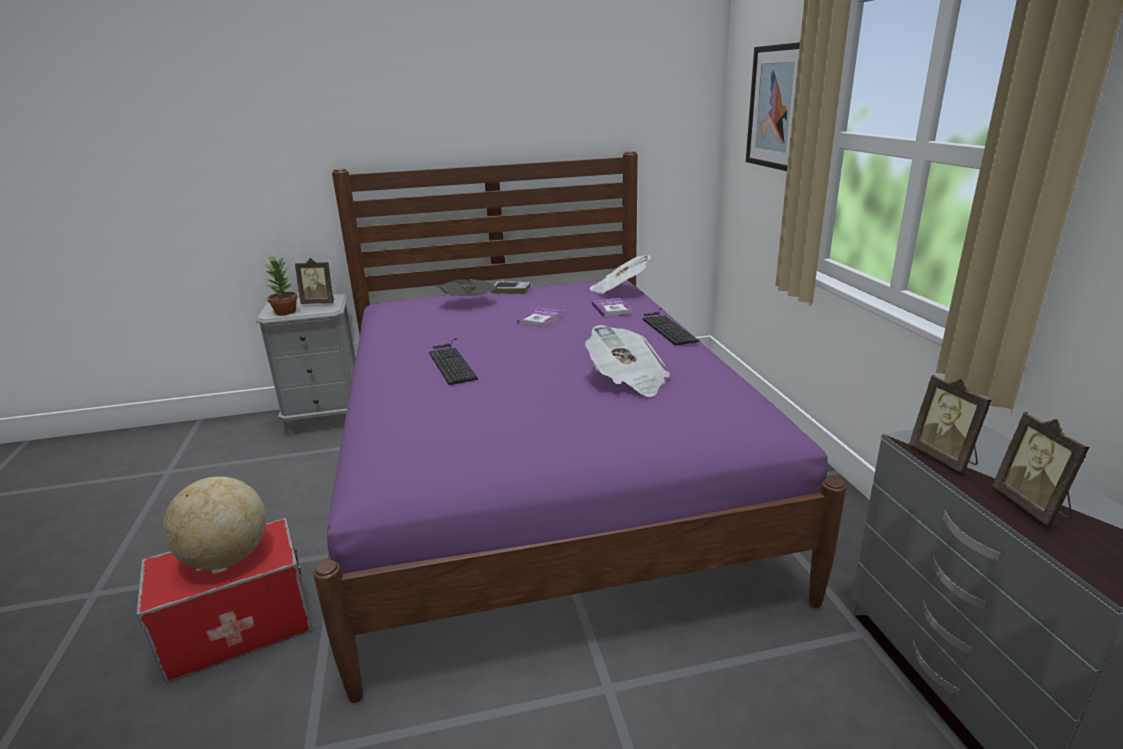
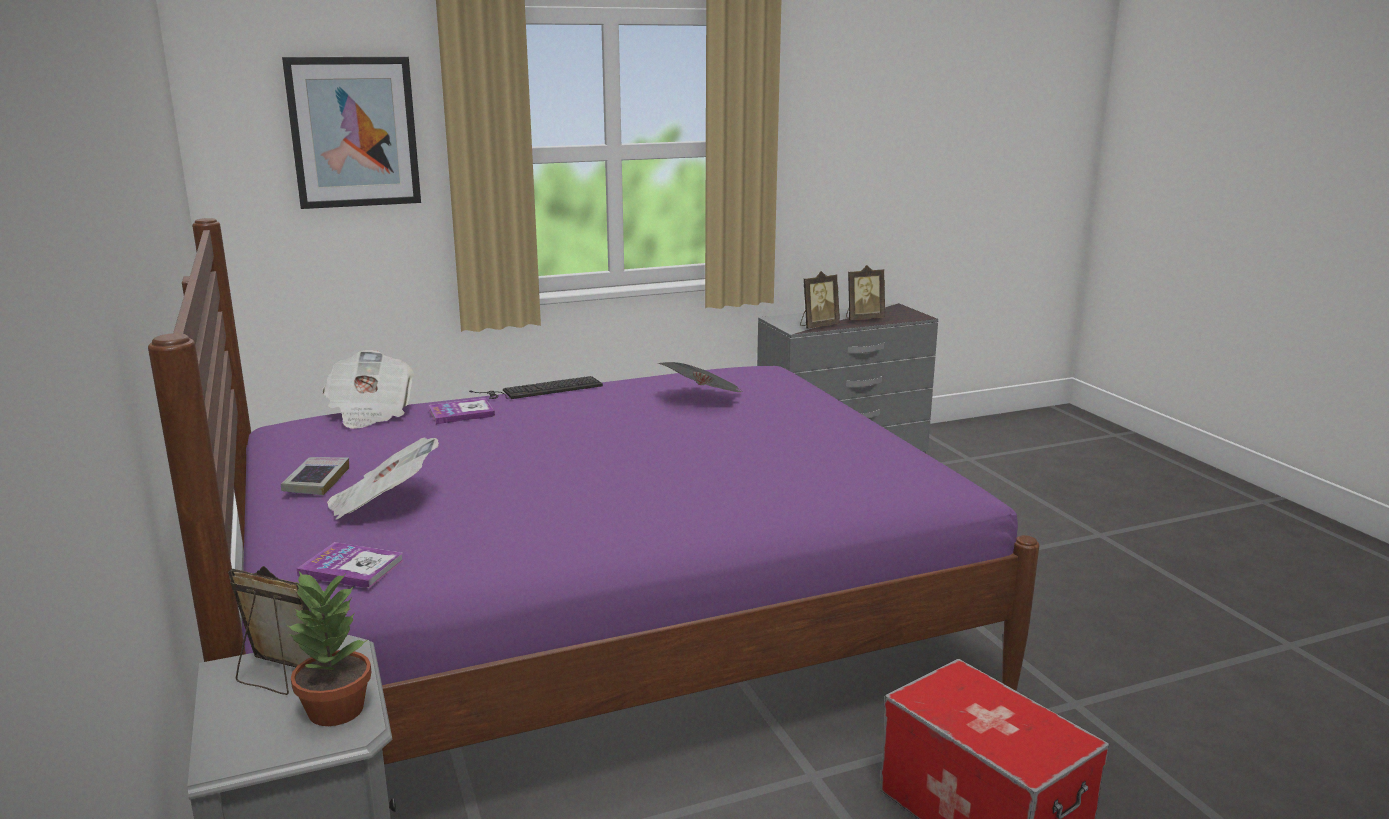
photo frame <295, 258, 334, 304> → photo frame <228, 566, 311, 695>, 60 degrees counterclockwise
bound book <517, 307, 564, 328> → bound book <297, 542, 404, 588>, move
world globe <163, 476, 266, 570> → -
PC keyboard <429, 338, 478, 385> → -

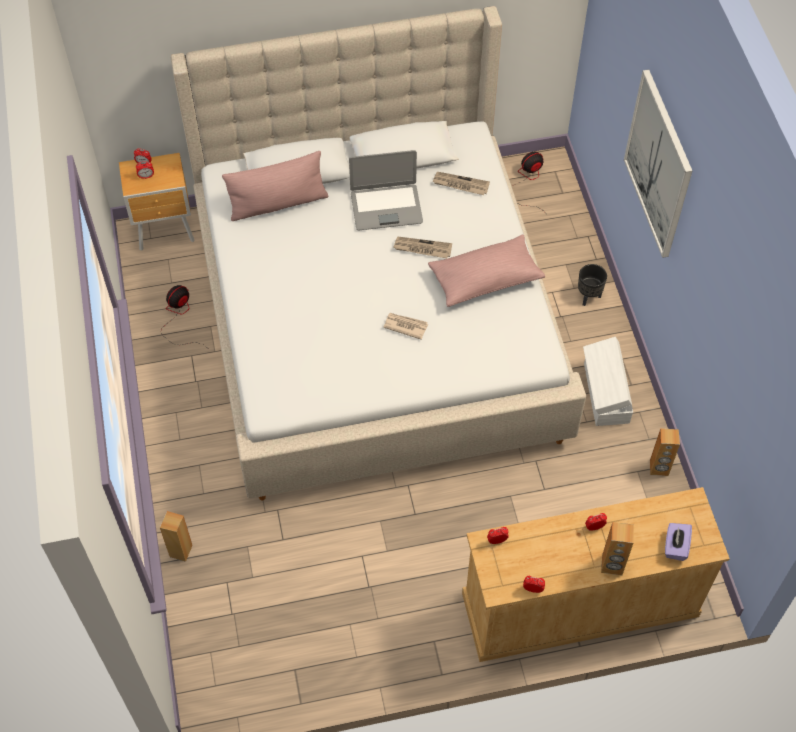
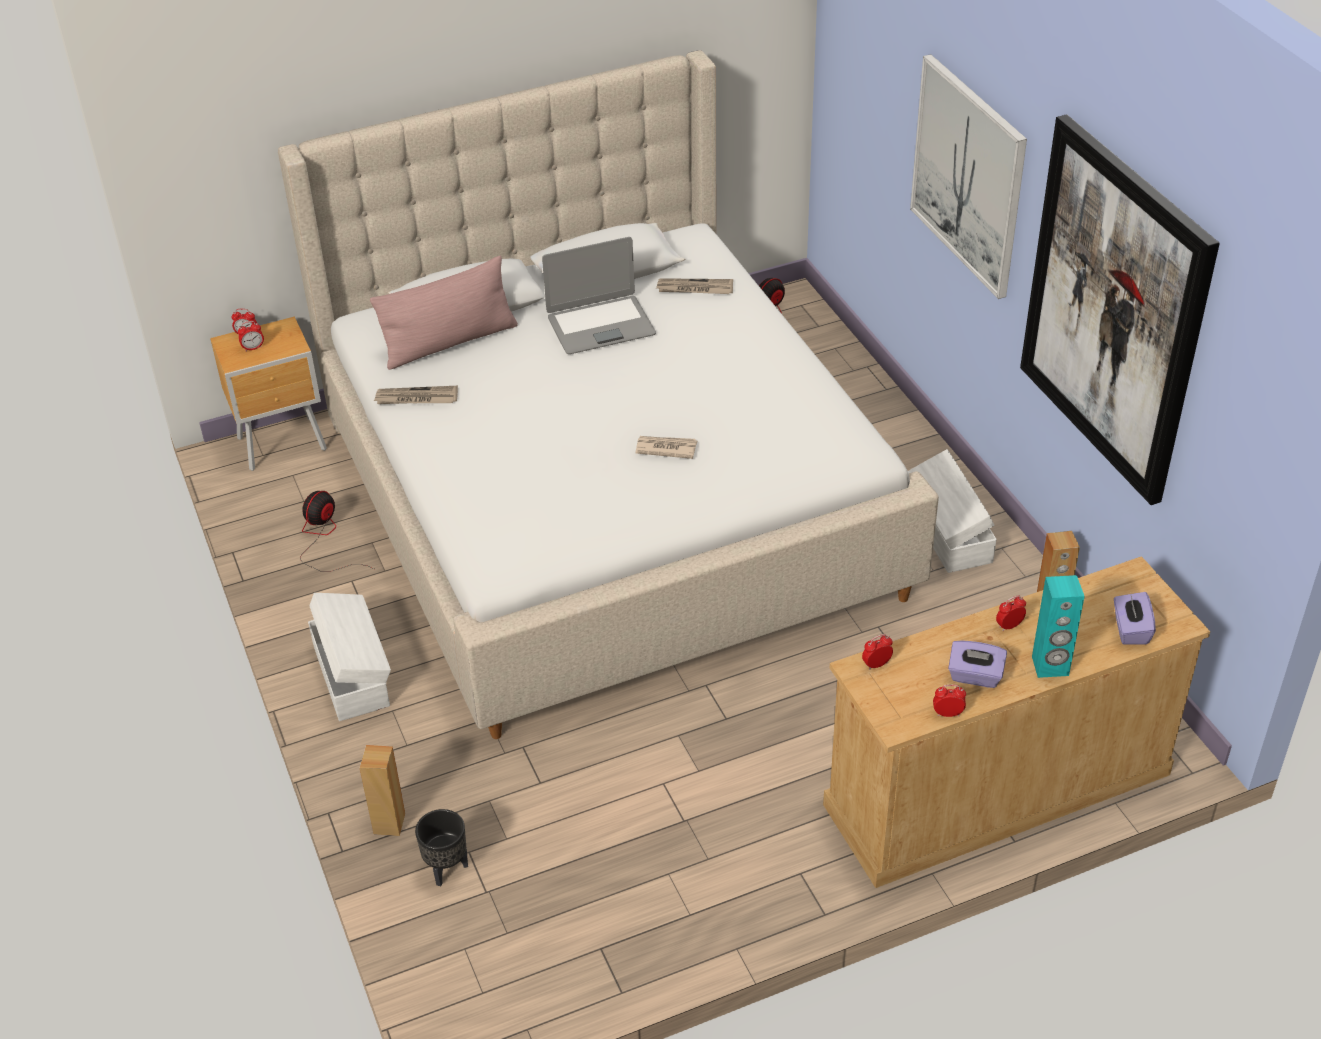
- → white storage bin <308, 593, 391, 721>
daily paper <393, 237, 452, 258> → daily paper <374, 386, 458, 404>, move
black flower pot <578, 264, 607, 306> → black flower pot <415, 809, 468, 886>, move
- → purplish box of tissues <948, 640, 1007, 688>
- → wall picture <1020, 114, 1220, 505>
brownish speaker <601, 522, 634, 575> → turquoise-coloured speaker <1032, 575, 1085, 678>
pink cushion <428, 235, 545, 307> → -

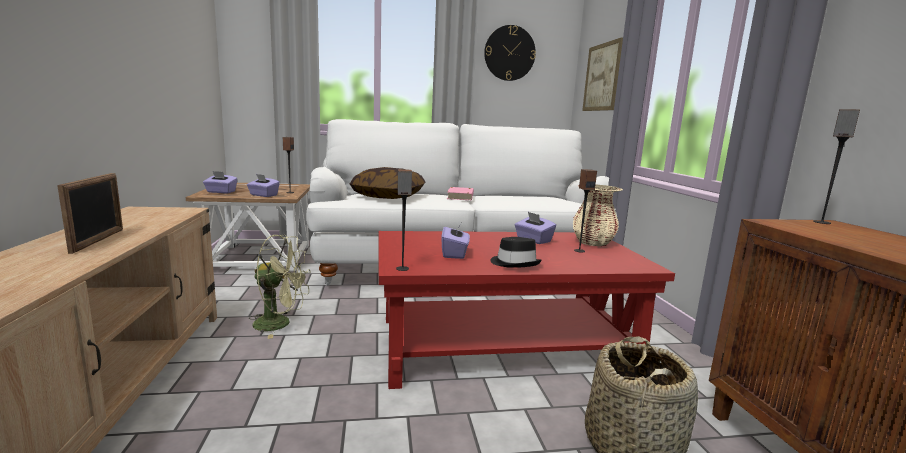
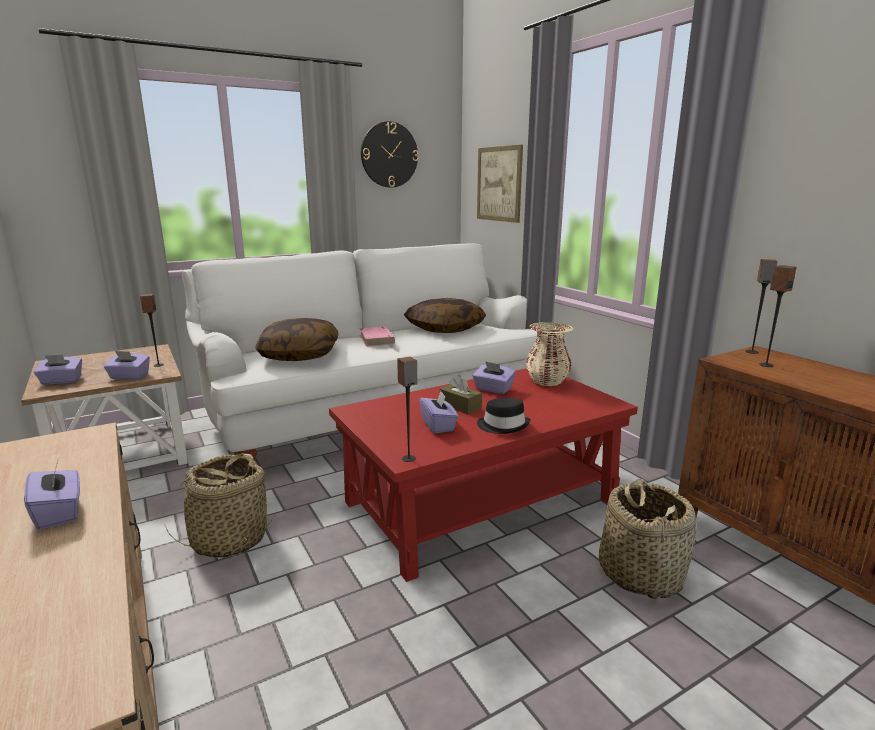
photo frame <57, 173, 123, 254> → purplish box of tissues <24, 461, 80, 530>
greenish fan <249, 235, 310, 339> → basket <163, 454, 277, 558>
- → cushion <404, 298, 486, 333>
- → brownish box of tissues <440, 375, 482, 414>
speaker <574, 169, 597, 253> → speaker <759, 265, 796, 367>, move

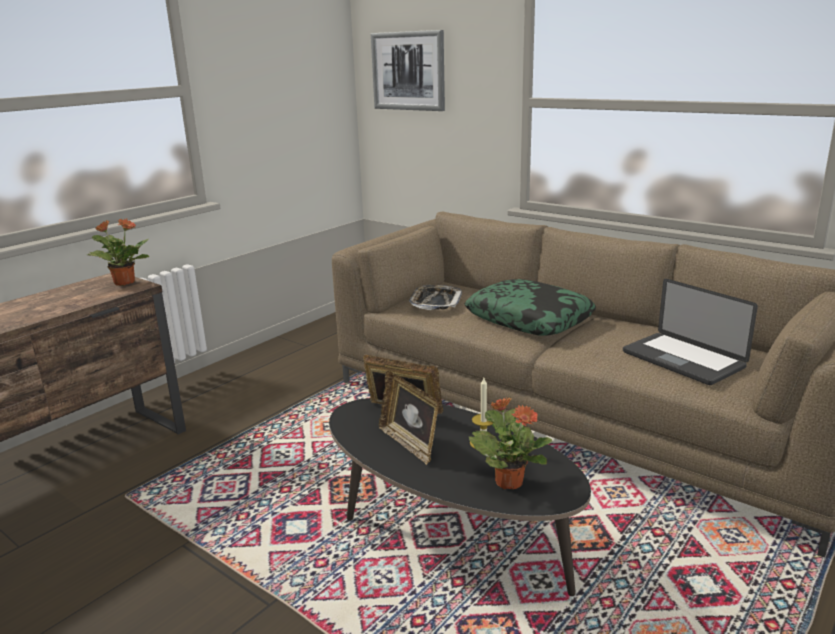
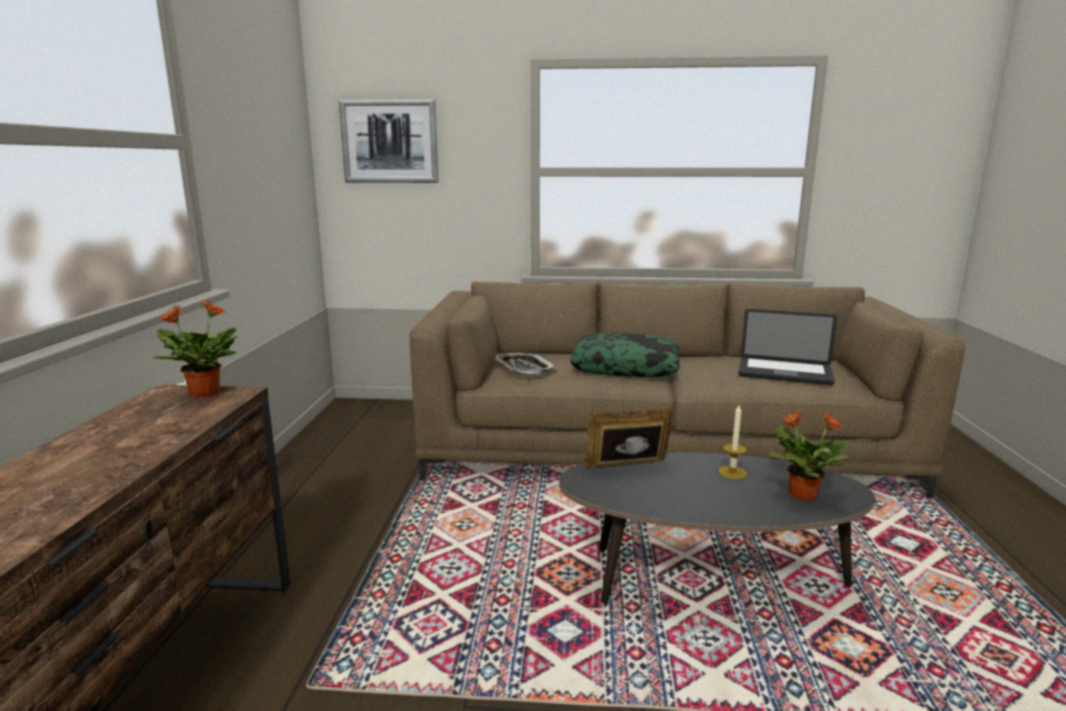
photo frame <379, 371, 439, 465> → -

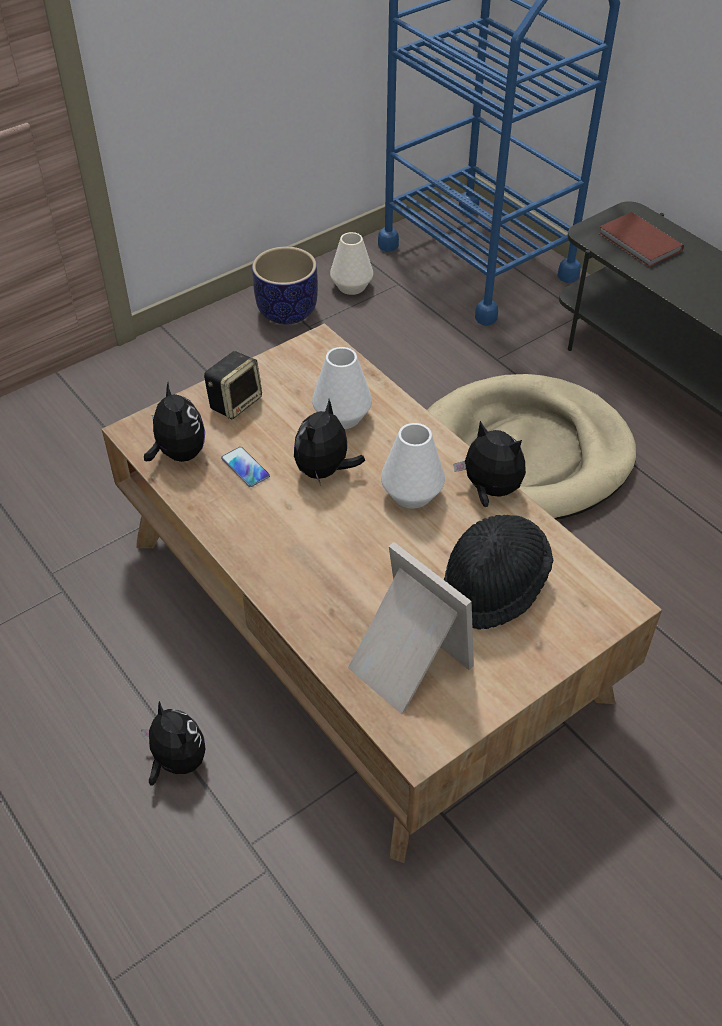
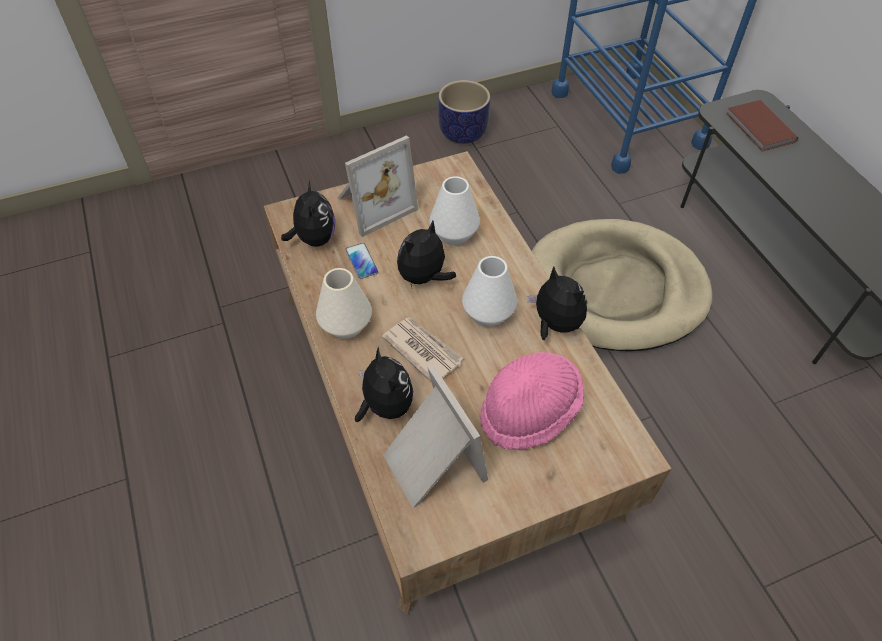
white vase <330, 232, 373, 295> → white vase <316, 268, 372, 339>, move
speaker <204, 351, 262, 419> → photo frame <338, 135, 418, 237>
cuddly toy <141, 701, 205, 786> → cuddly toy <355, 346, 413, 422>, move
- → daily paper <382, 317, 464, 383>
black hat <444, 515, 553, 630> → pink hat <480, 352, 584, 450>

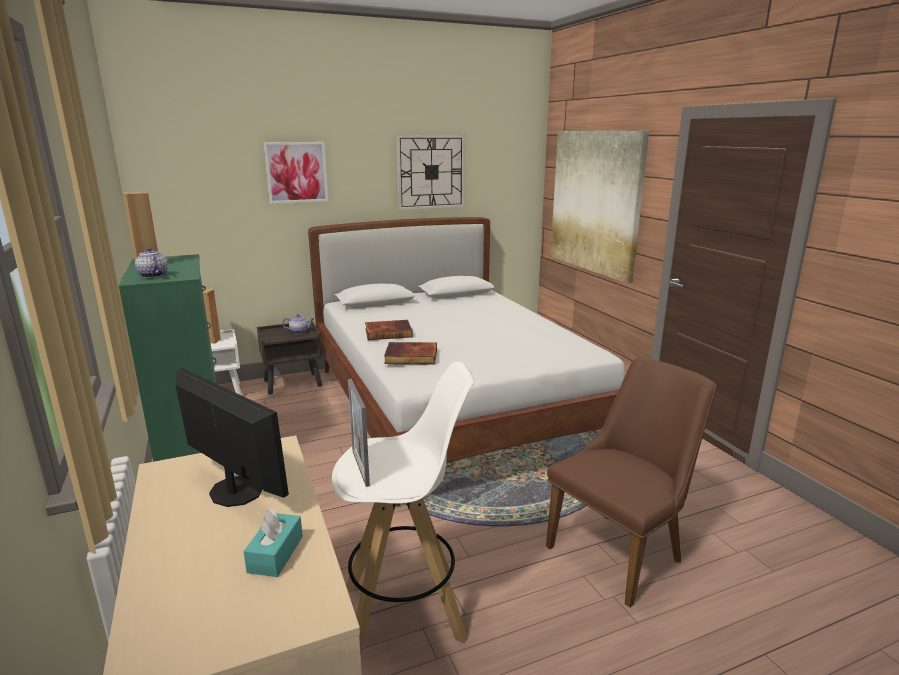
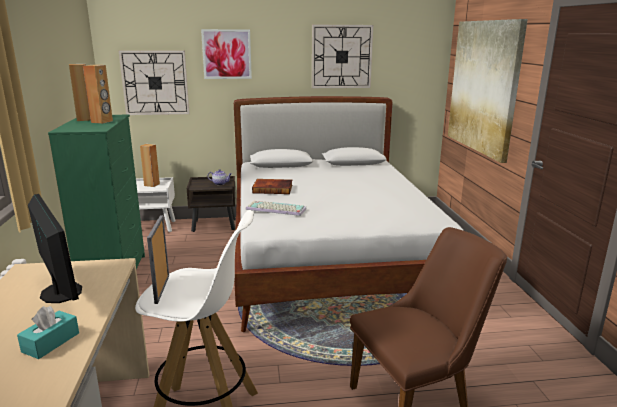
- → brownish speaker <83, 65, 113, 124>
- → hanging clock <118, 50, 190, 115>
bound book <384, 342, 437, 365> → PC keyboard <246, 200, 307, 216>
tea pot <135, 247, 168, 278> → -

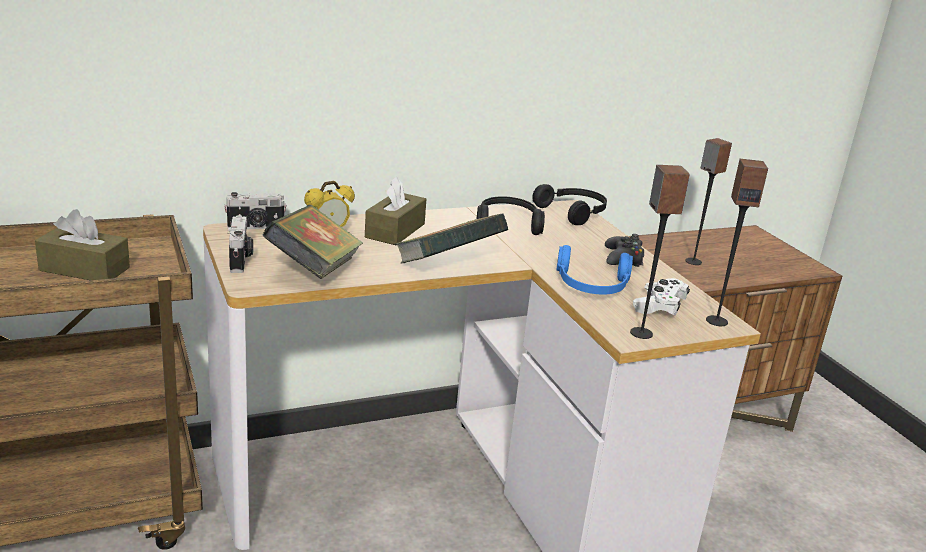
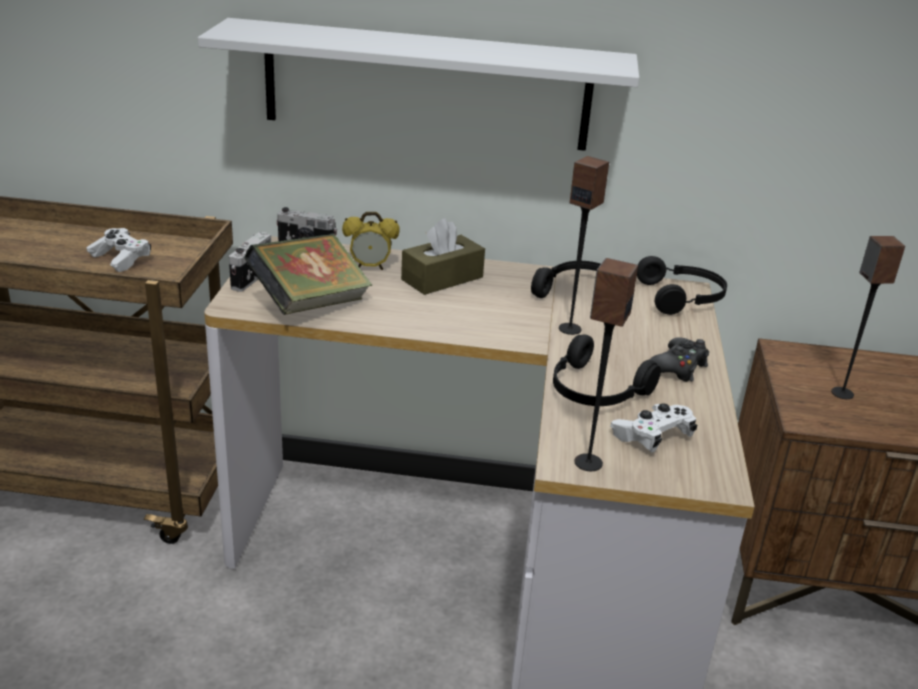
brownish box of tissues <35, 209, 130, 280> → white game controller <86, 228, 151, 272>
- → white shelf <198, 18, 639, 151>
blue pair of headphones <556, 245, 633, 295> → black pair of headphones <553, 334, 661, 406>
speaker <706, 159, 768, 326> → speaker <559, 156, 609, 335>, move
bound book <395, 214, 509, 264> → -

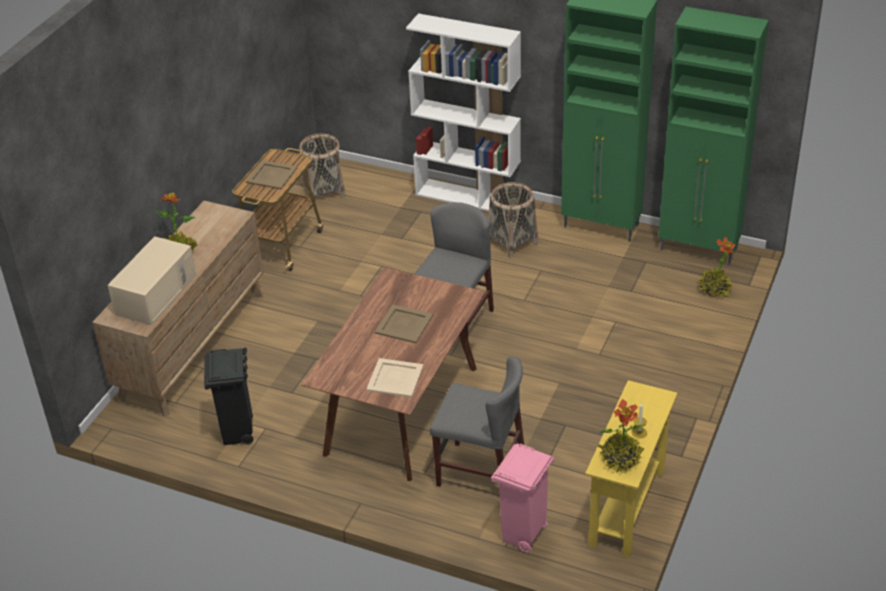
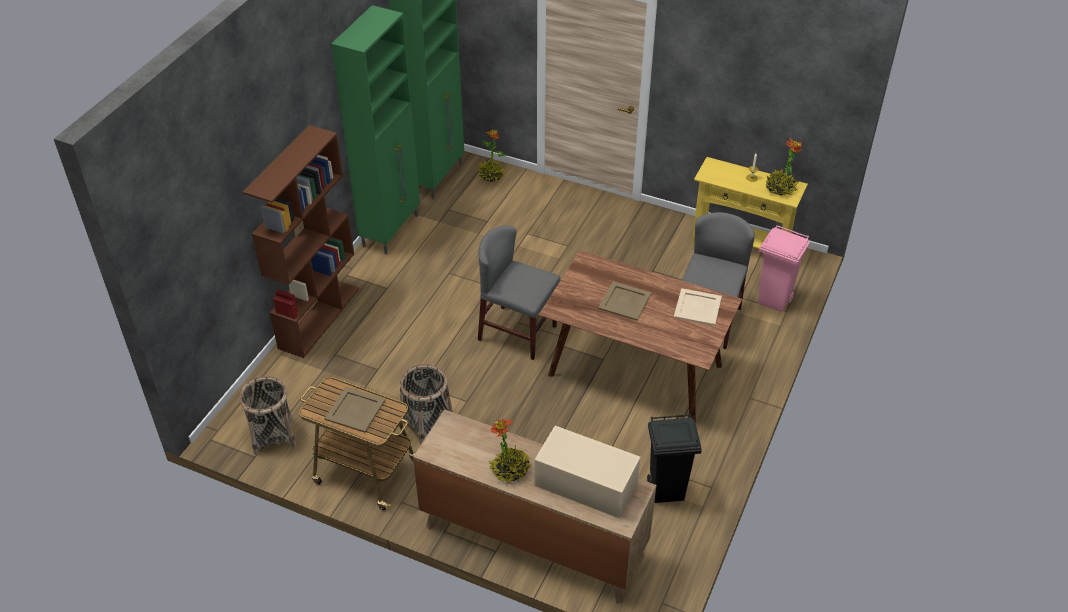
white bookshelf <406, 13, 521, 211> → brownish bookshelf <243, 125, 359, 358>
basket <488, 182, 538, 258> → basket <400, 364, 453, 445>, move

